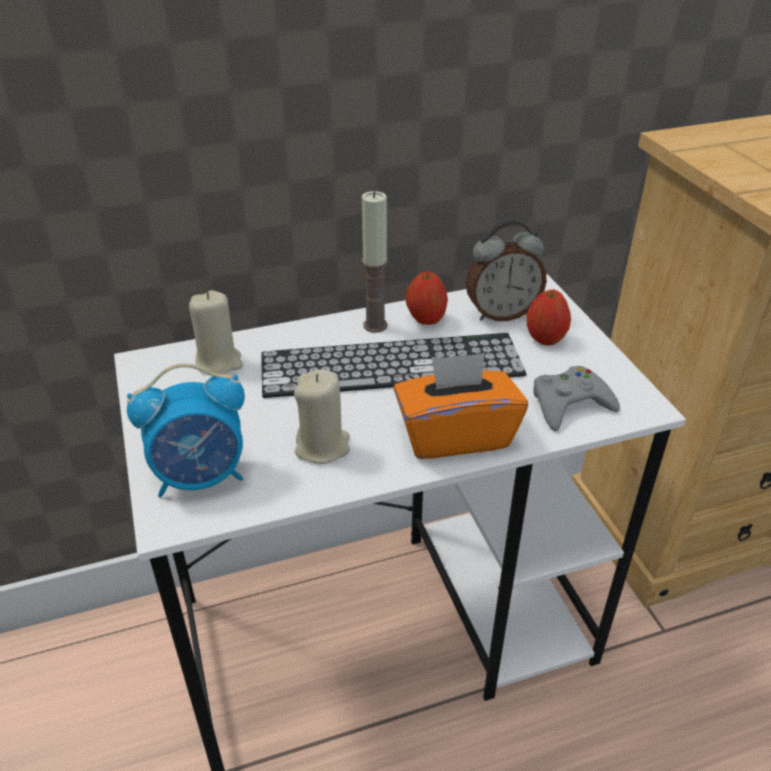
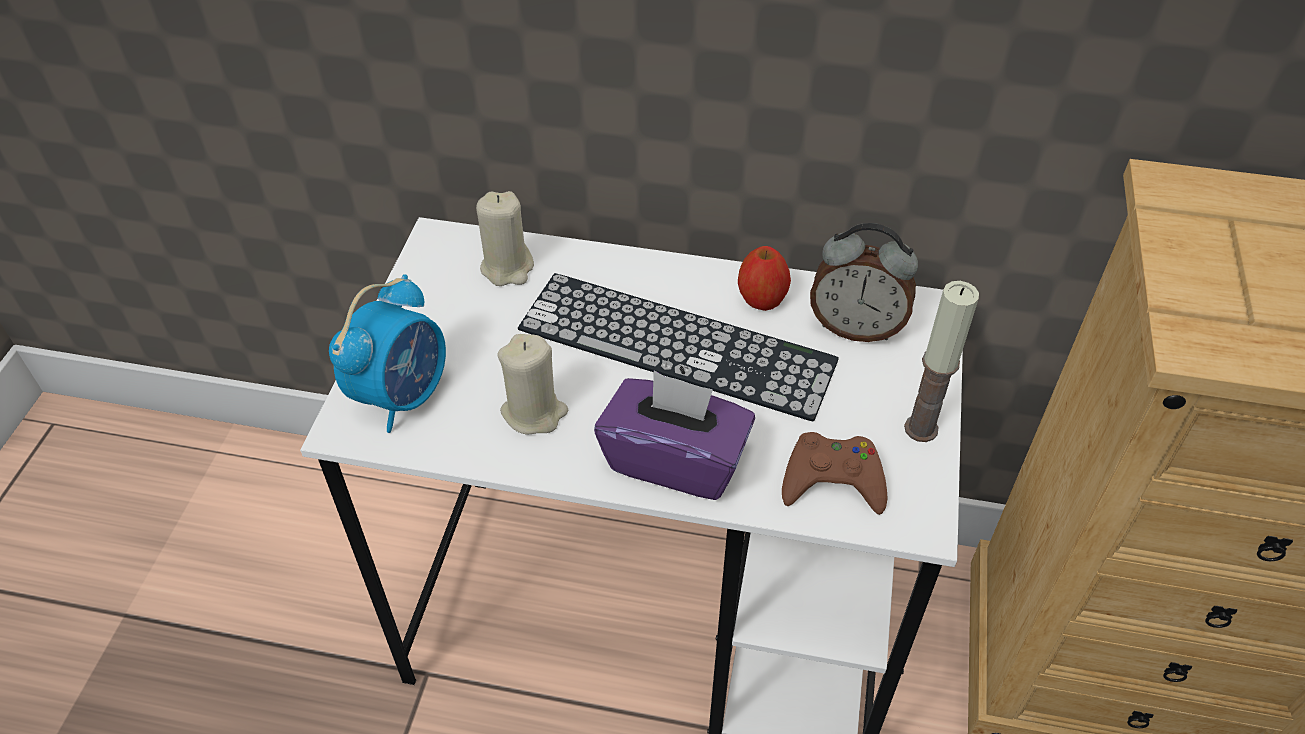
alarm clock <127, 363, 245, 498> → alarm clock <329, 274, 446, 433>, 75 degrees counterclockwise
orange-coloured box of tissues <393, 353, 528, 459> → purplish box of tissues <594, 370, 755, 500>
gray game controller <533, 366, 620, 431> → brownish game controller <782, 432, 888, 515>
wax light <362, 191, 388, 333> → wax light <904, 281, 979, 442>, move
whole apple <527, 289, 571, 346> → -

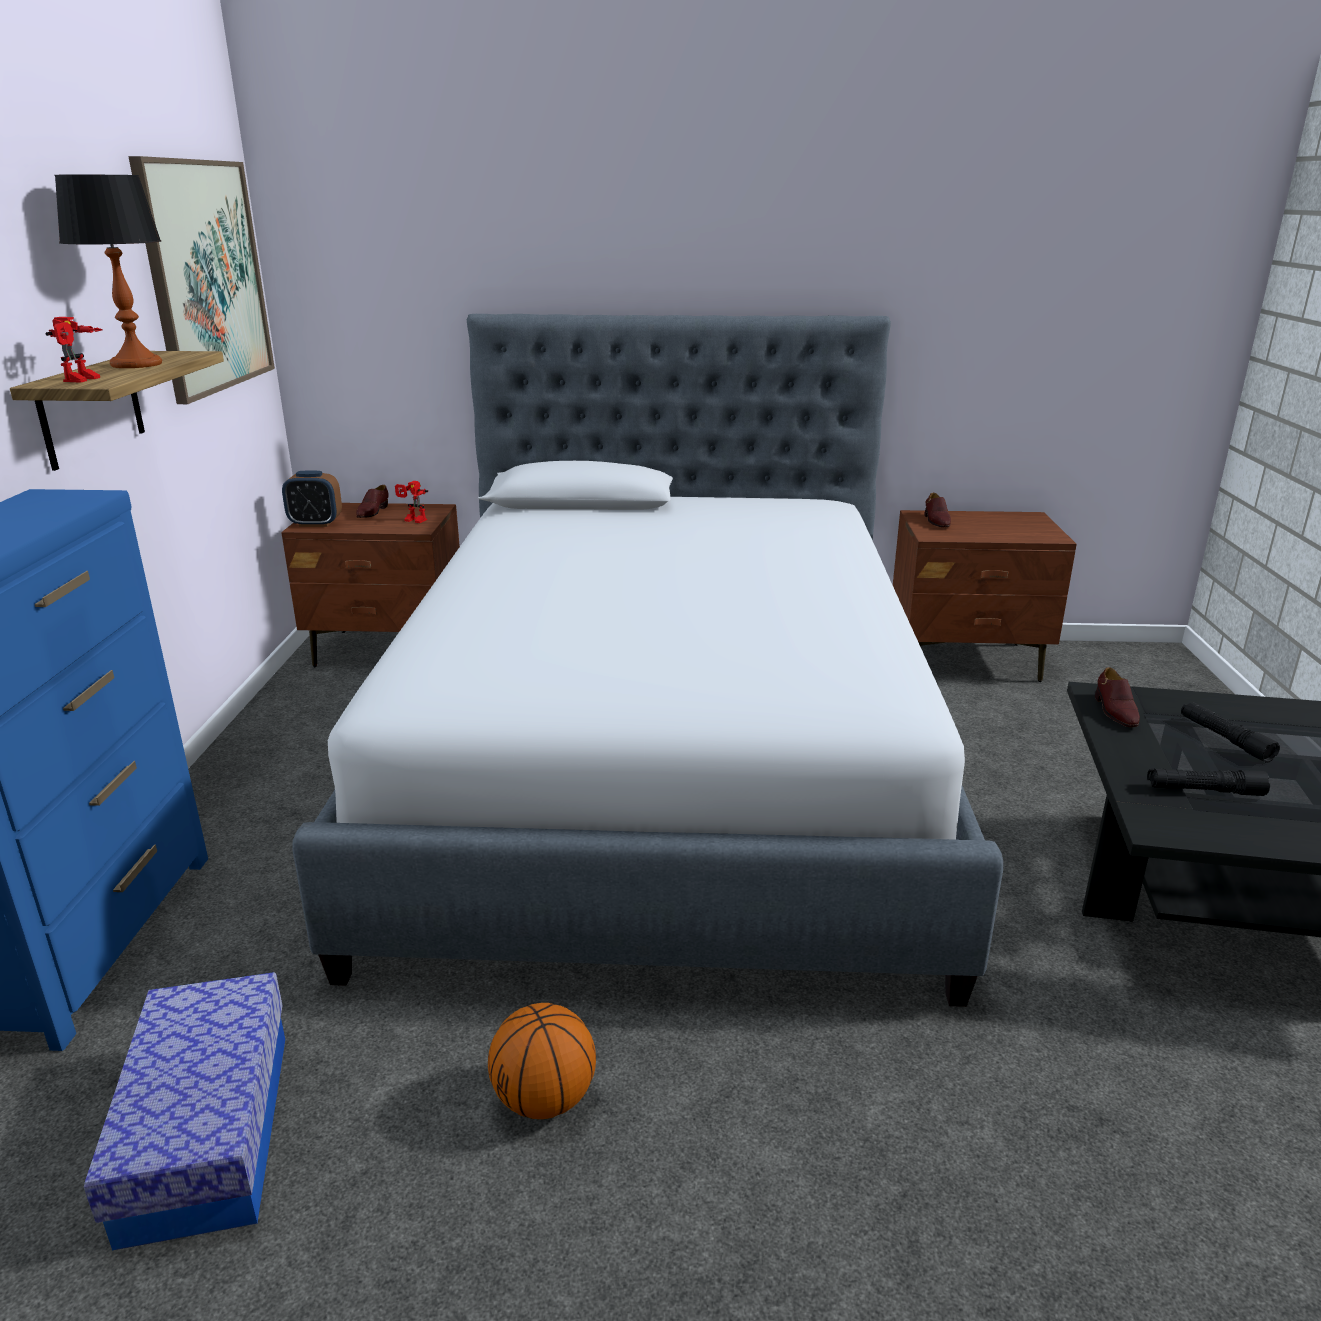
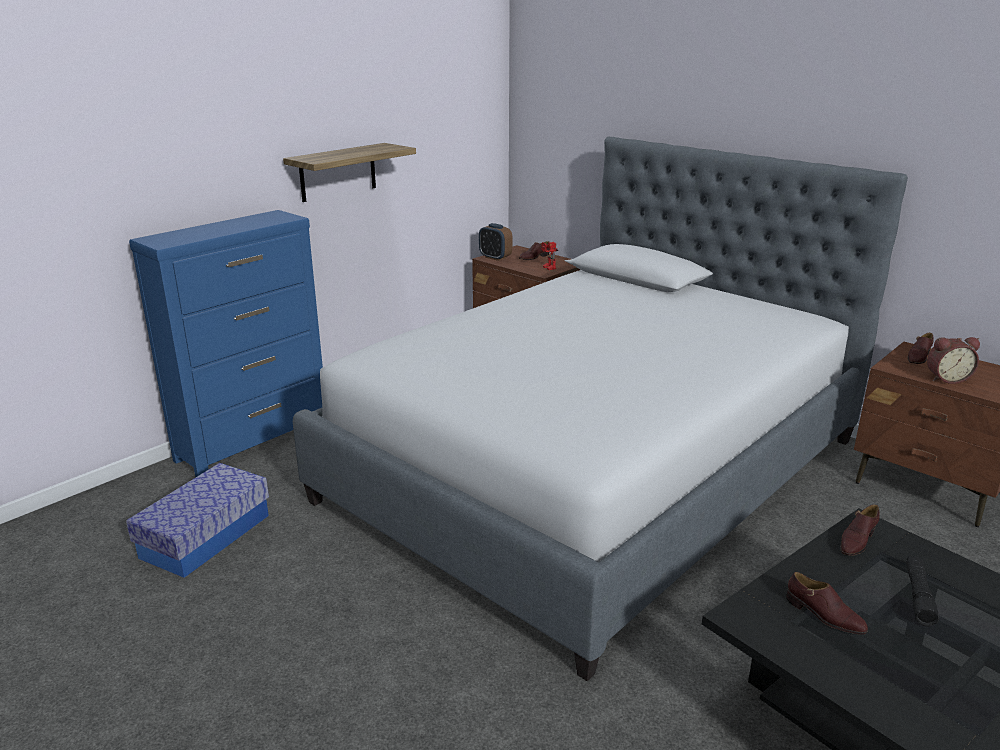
black hand torch <1147, 769, 1270, 796> → brownish item of footwear <786, 572, 868, 635>
- → alarm clock <927, 337, 980, 384>
robot figure <46, 317, 103, 383> → -
table lamp <54, 175, 162, 368> → -
wall picture <128, 156, 275, 404> → -
basketball ball <488, 1003, 596, 1119> → -

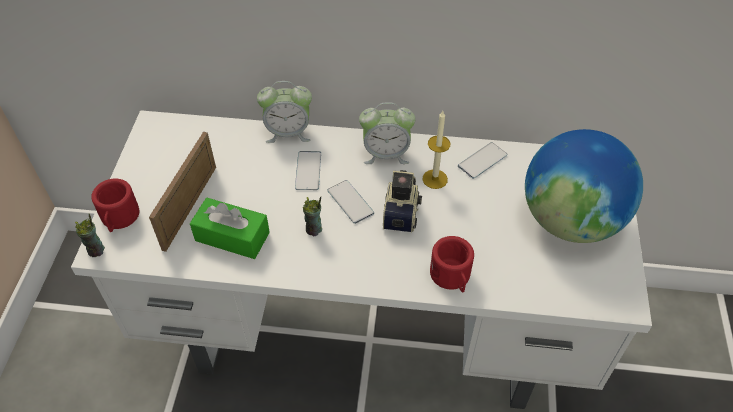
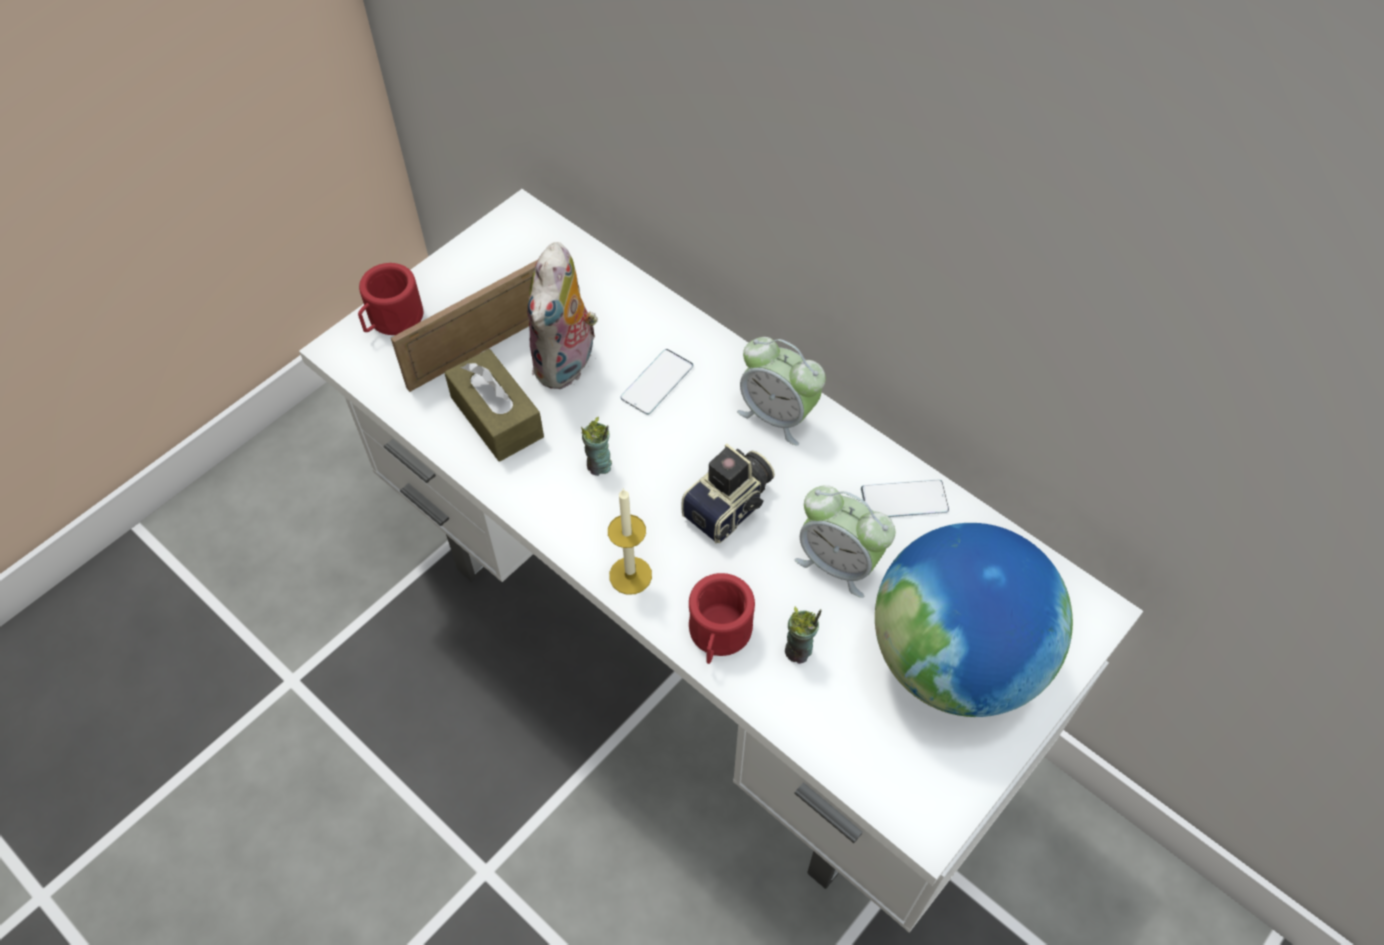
greenish box of tissues <190, 198, 270, 259> → brownish box of tissues <444, 349, 544, 461>
- → cuddly toy <527, 242, 598, 389>
wax light <422, 111, 450, 189> → wax light <608, 488, 652, 595>, move
drinking cup <75, 213, 105, 257> → drinking cup <785, 607, 822, 664>, move
alarm clock <257, 81, 312, 143> → alarm clock <795, 485, 895, 598>, move
phone <327, 180, 374, 224> → -

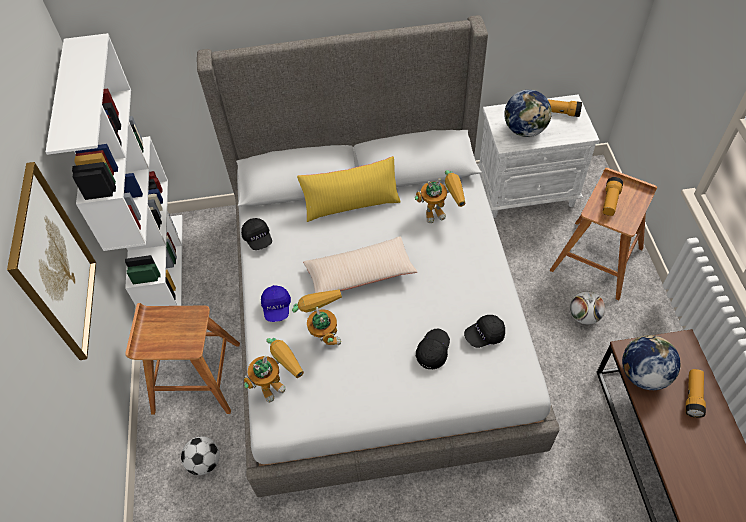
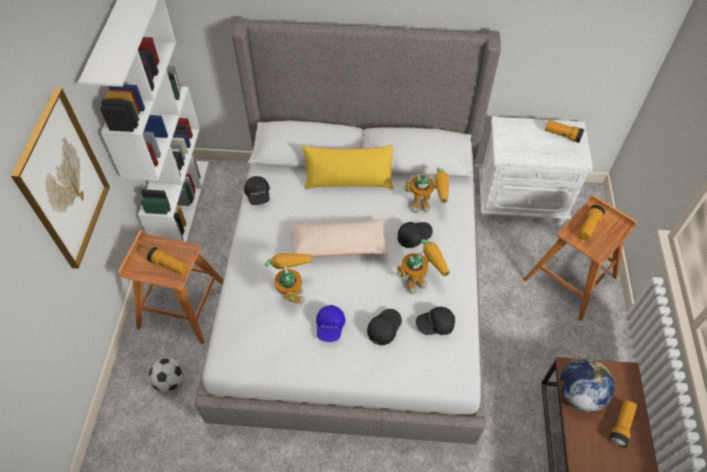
- → hand torch <147, 247, 188, 276>
blue baseball cap <261, 285, 291, 322> → blue baseball cap <316, 305, 346, 342>, move
robot figure <244, 338, 304, 403> → robot figure <397, 239, 450, 294>, move
- → black baseball cap <398, 222, 433, 248>
world globe <504, 90, 552, 137> → -
football <570, 291, 605, 325> → -

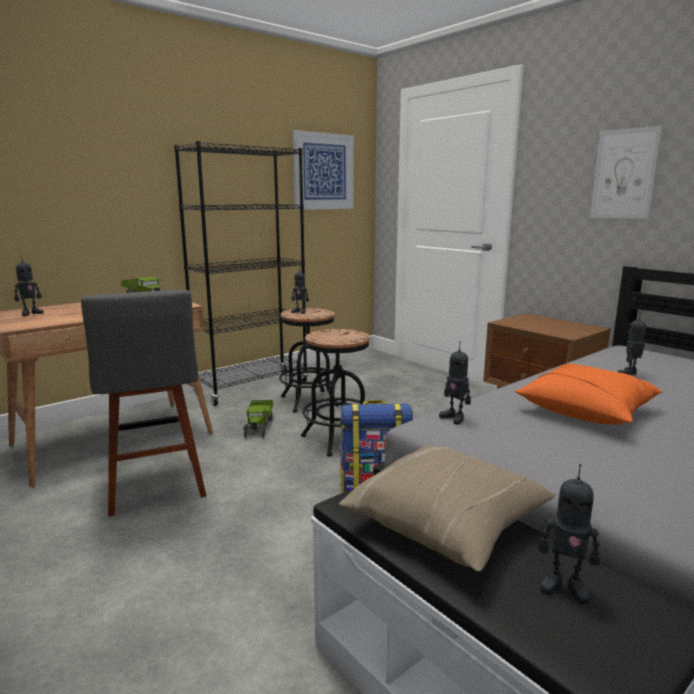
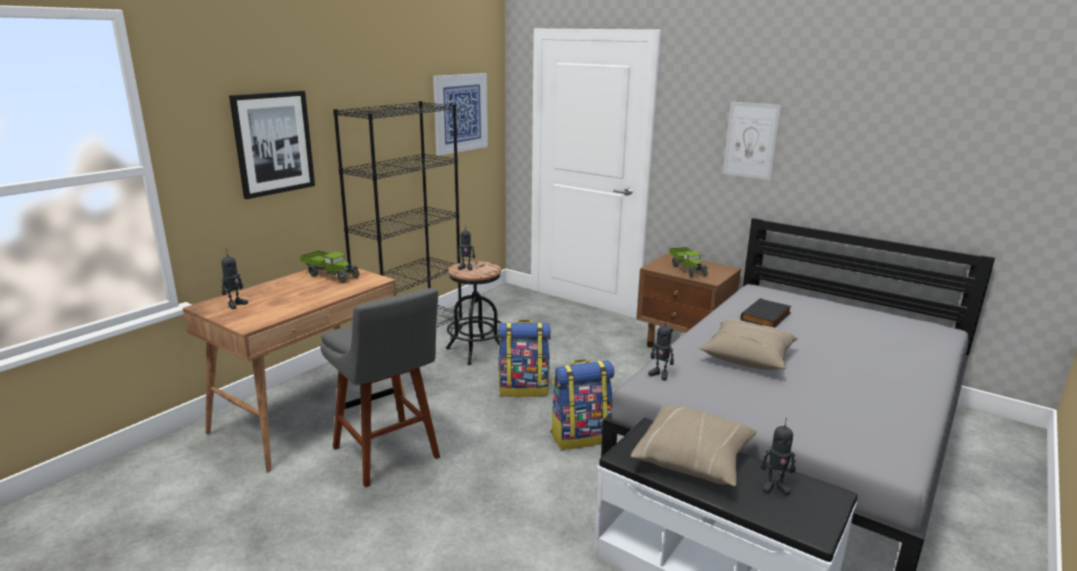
- → wall picture <229, 91, 315, 199>
black sitting stool <301, 329, 370, 457> → backpack <498, 320, 551, 397>
model truck <243, 400, 273, 438> → model truck <669, 247, 708, 277>, move
orange-coloured cushion <515, 364, 663, 425> → sand-coloured cushion <699, 319, 798, 370>
robot figure <618, 312, 646, 375> → black bound book <740, 298, 792, 328>

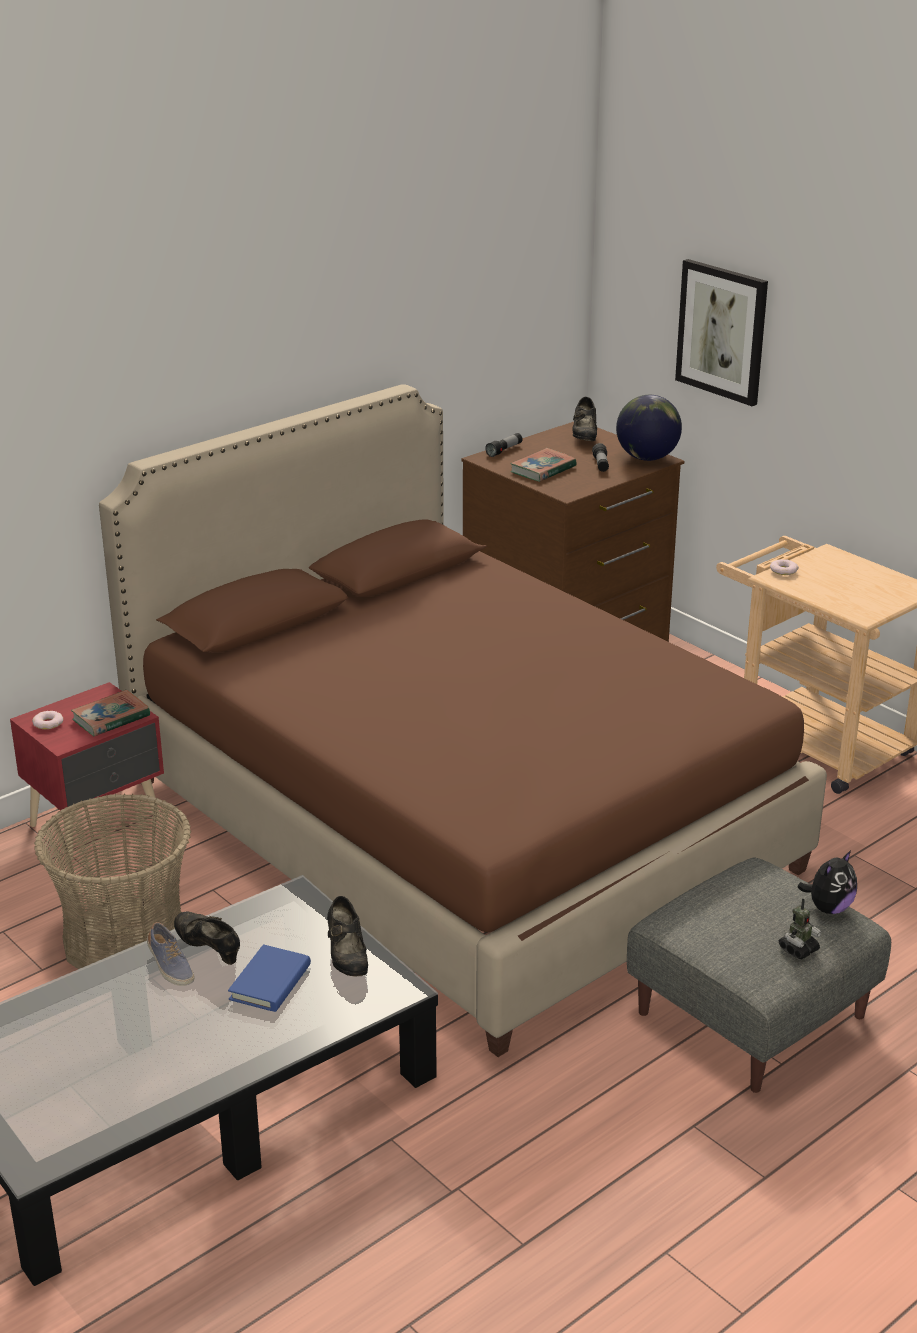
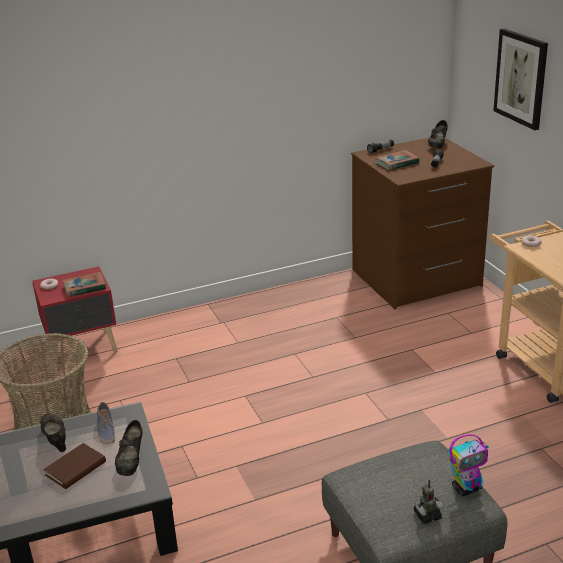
blue bound book <228, 944, 311, 1012> → brownish bound book <43, 443, 106, 489>
item of footwear <147, 922, 194, 986> → item of footwear <97, 402, 115, 444>, move
cuddly toy <797, 850, 857, 914> → robot figure <448, 434, 489, 496>
brownish bed <99, 384, 827, 1057> → -
world globe <616, 395, 682, 461> → -

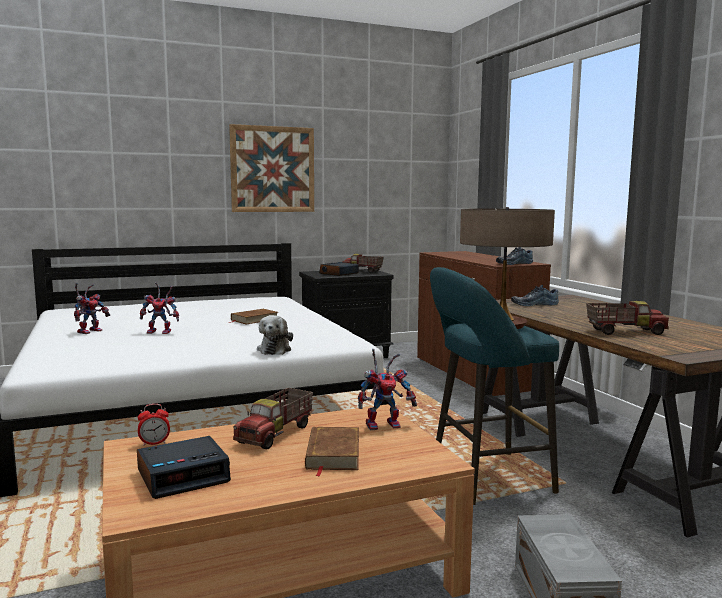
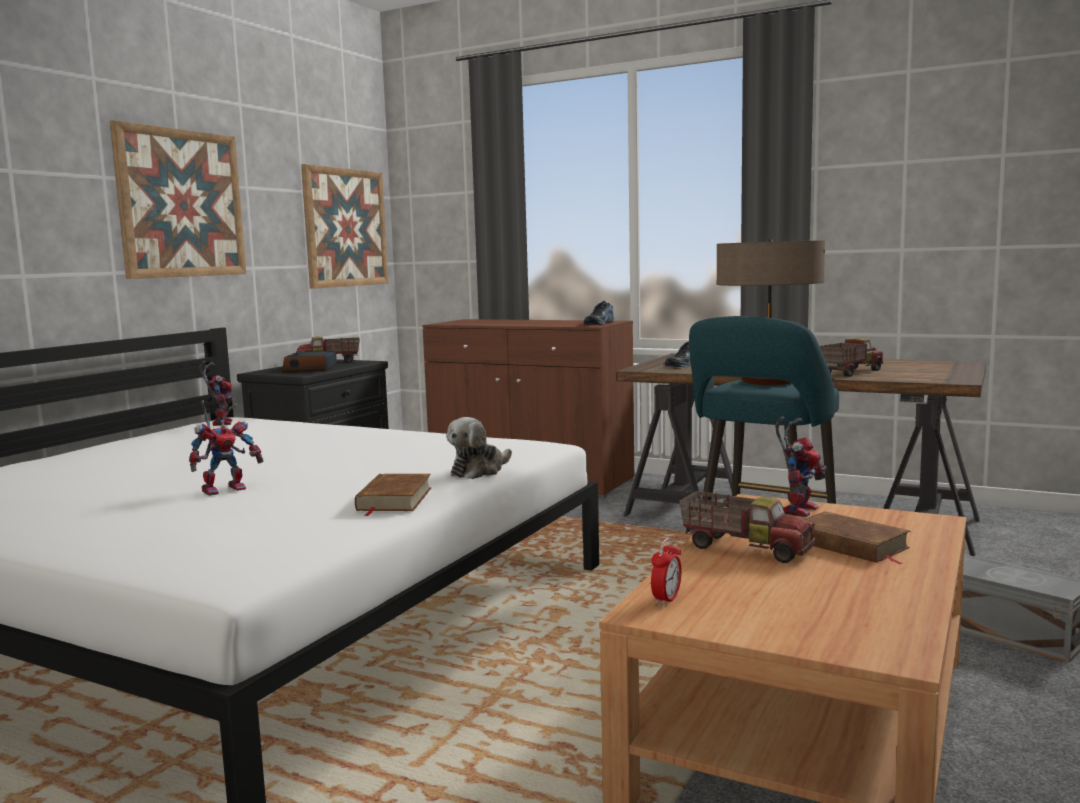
robot figure <74, 283, 110, 334> → robot figure <199, 361, 234, 426>, move
- → wall picture <301, 164, 388, 289>
brownish bound book <229, 309, 278, 325> → brownish bound book <355, 474, 431, 516>, move
cuddly toy <257, 315, 293, 355> → cuddly toy <447, 417, 512, 479>, 75 degrees clockwise
model truck <233, 388, 313, 449> → model truck <679, 491, 815, 563>, 45 degrees counterclockwise
alarm clock <137, 436, 231, 499> → -

